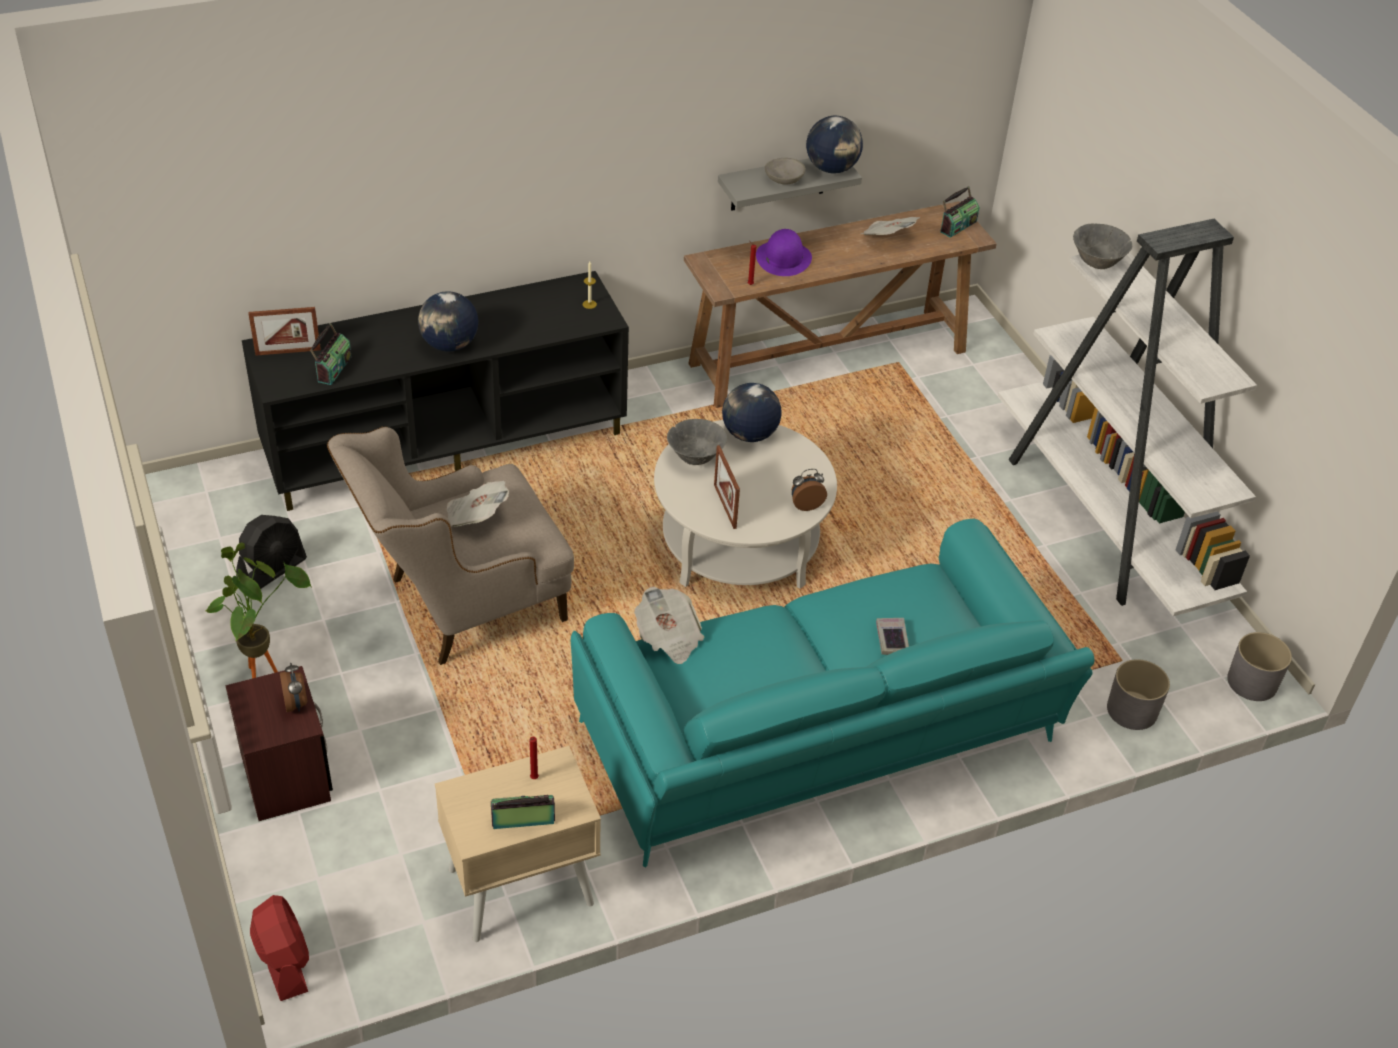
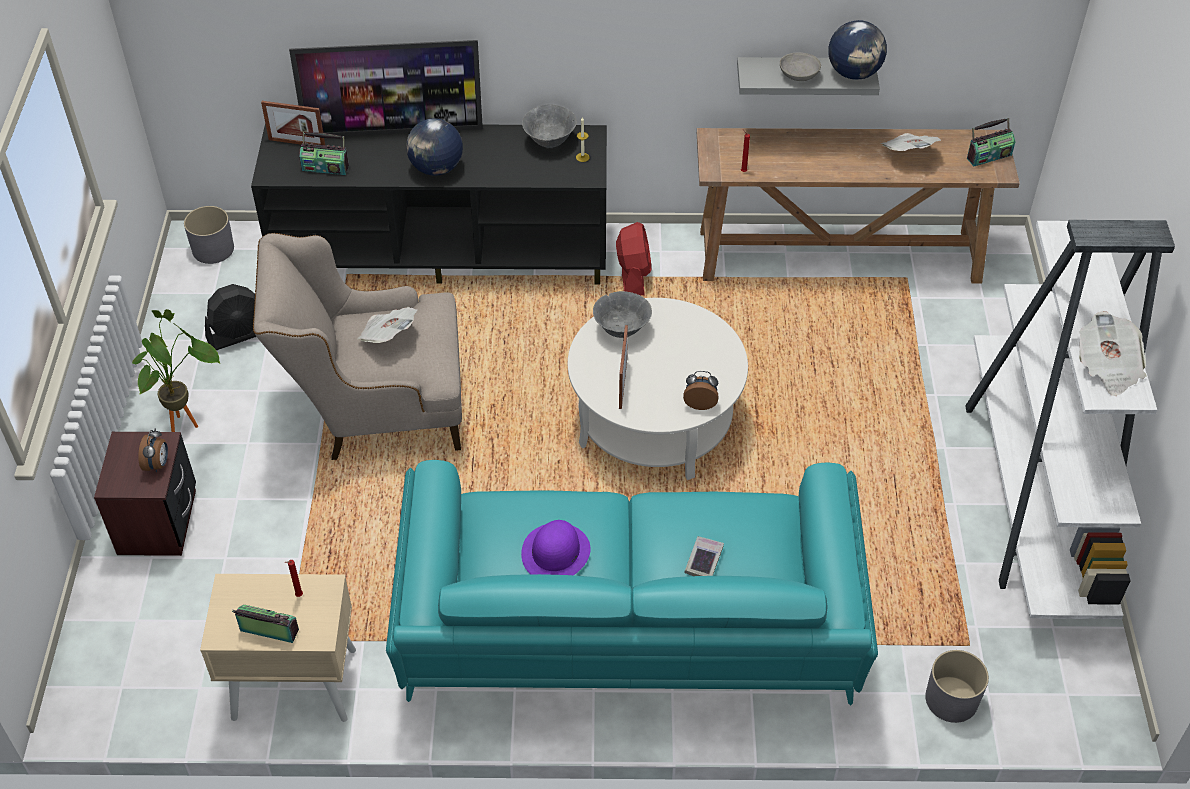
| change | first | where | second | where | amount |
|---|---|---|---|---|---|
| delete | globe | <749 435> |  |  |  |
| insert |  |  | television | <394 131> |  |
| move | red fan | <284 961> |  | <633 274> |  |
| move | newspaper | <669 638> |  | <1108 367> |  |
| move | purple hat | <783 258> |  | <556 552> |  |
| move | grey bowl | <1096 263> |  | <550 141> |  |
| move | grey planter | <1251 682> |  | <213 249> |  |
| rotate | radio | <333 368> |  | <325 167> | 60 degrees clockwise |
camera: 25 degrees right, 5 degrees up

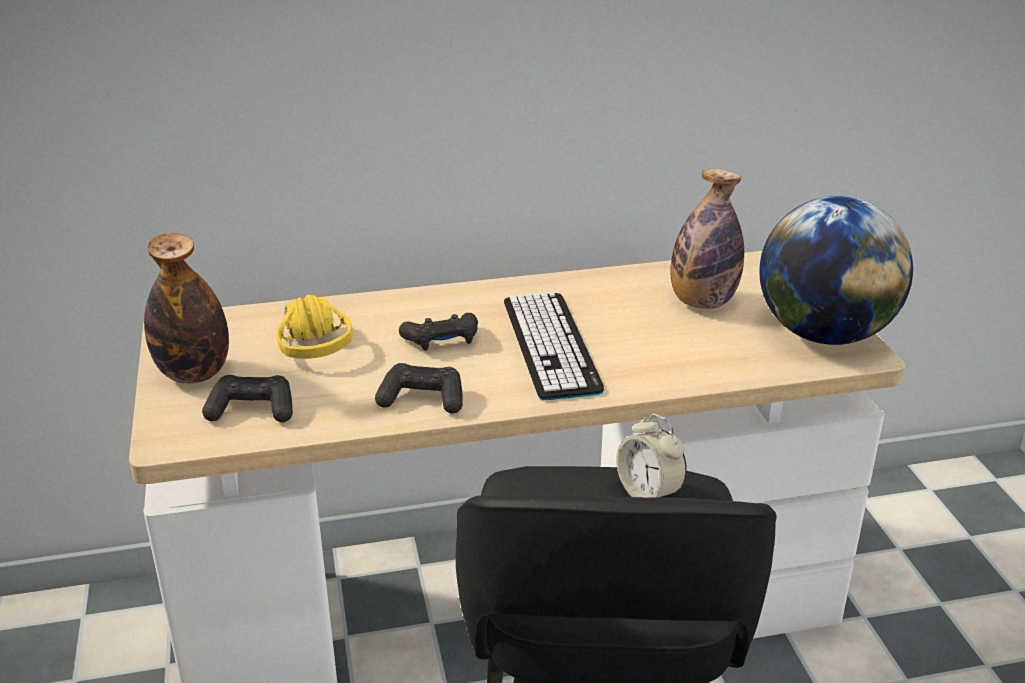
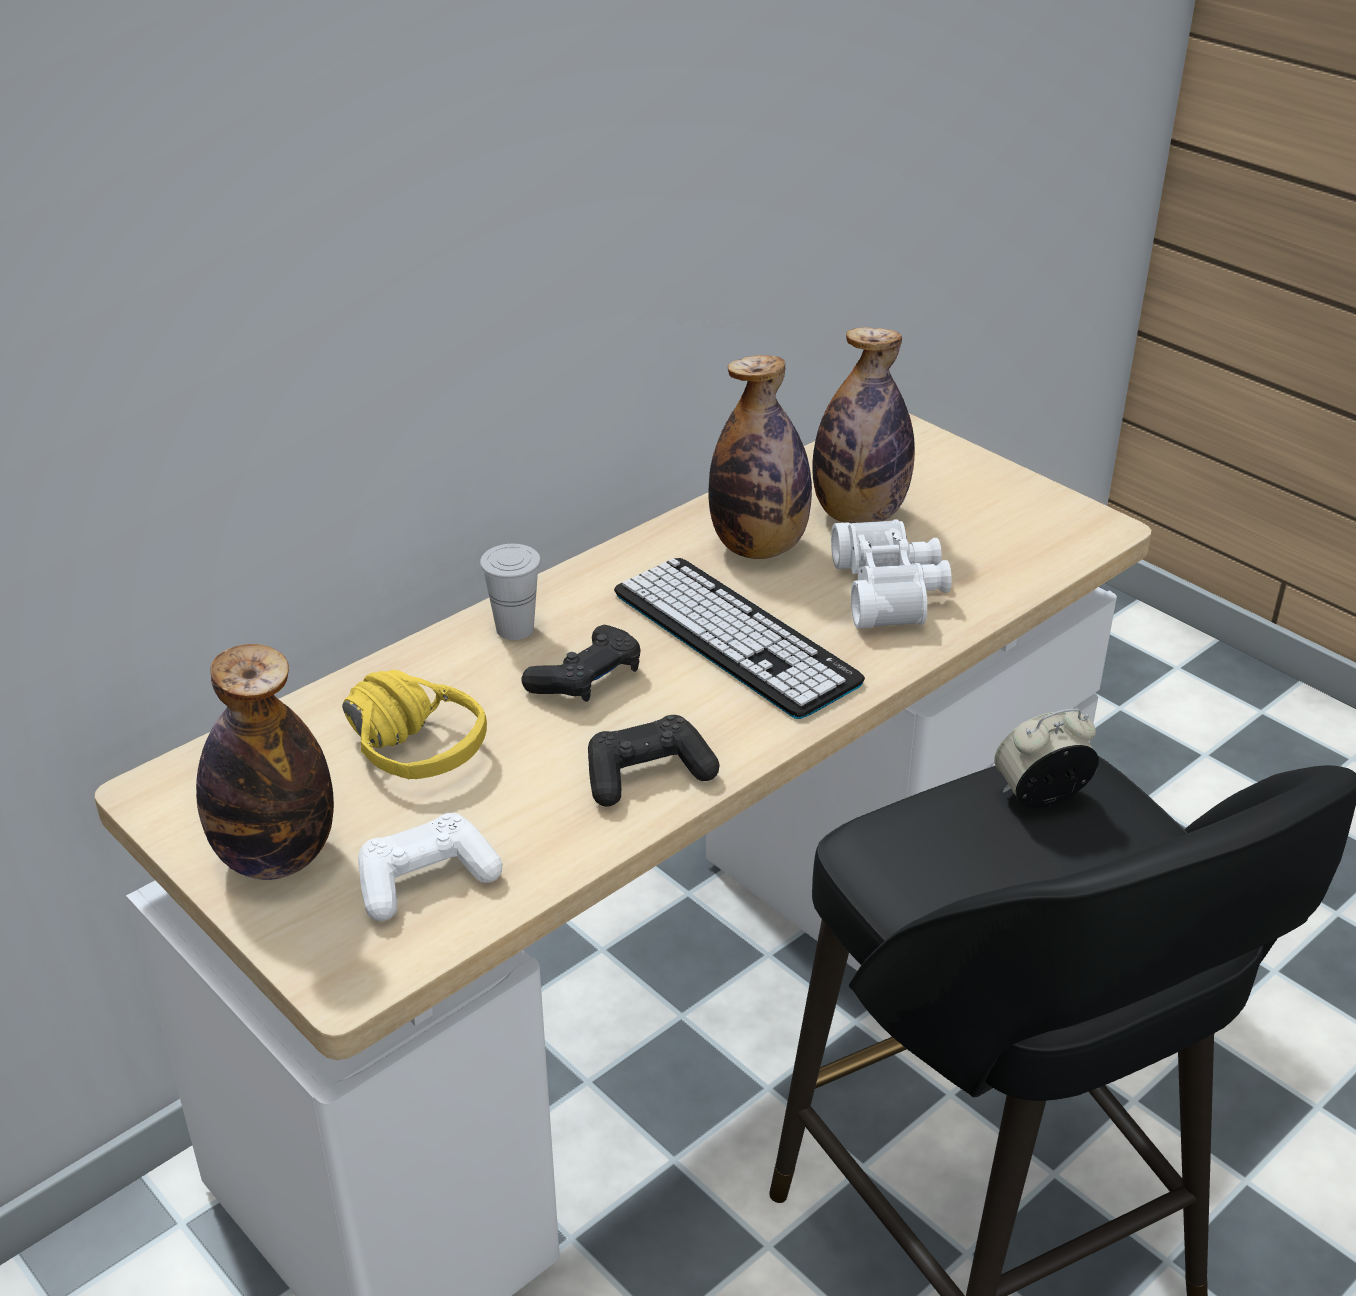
| change | first | where | second | where | amount |
|---|---|---|---|---|---|
| delete | globe | <824 334> |  |  |  |
| insert |  |  | white cup | <515 629> |  |
| insert |  |  | bottle | <759 547> |  |
| insert |  |  | white binoculars | <892 591> |  |
| recolor | black game controller | <252 410> | white game controller | <426 880> |  |
| rotate | alarm clock | <649 493> |  | <1040 797> | 135 degrees clockwise |
camera: 30 degrees left, 5 degrees up

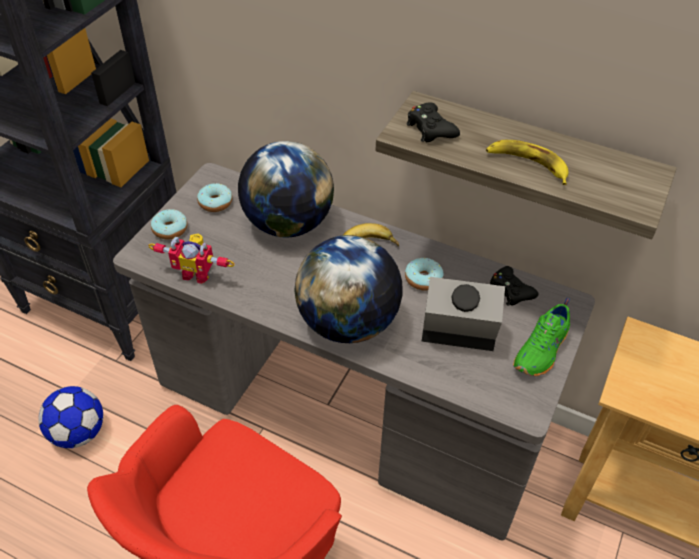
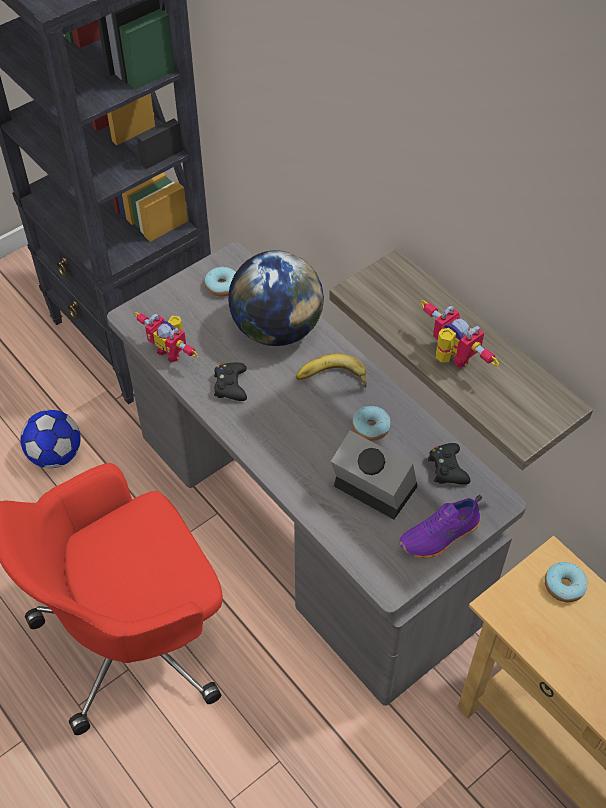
| change | first | where | second | where | amount |
|---|---|---|---|---|---|
| delete | globe | <348 323> |  |  |  |
| move | donut | <170 229> |  | <564 586> |  |
| move | black game controller | <430 129> |  | <230 385> |  |
| replace | banana | <527 164> | toy robot | <449 359> |  |
| recolor | green shoe | <542 350> | purple shoe | <440 536> |  |
camera: 25 degrees right, 5 degrees up

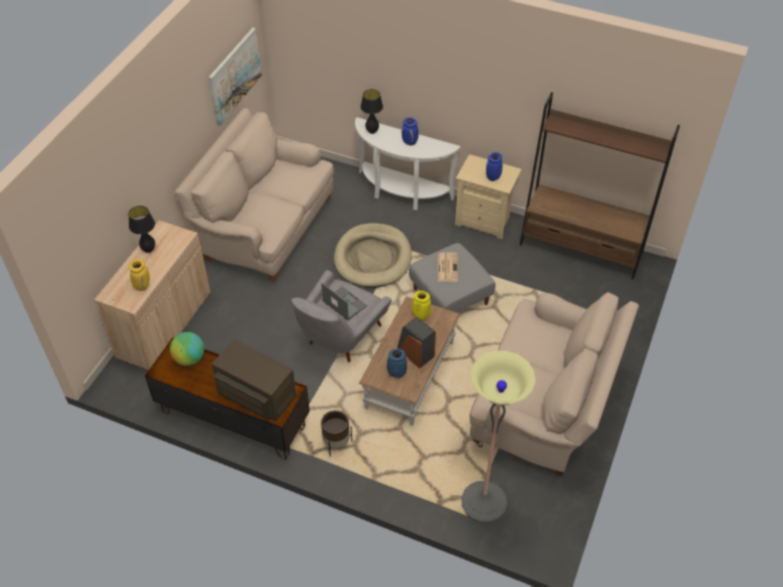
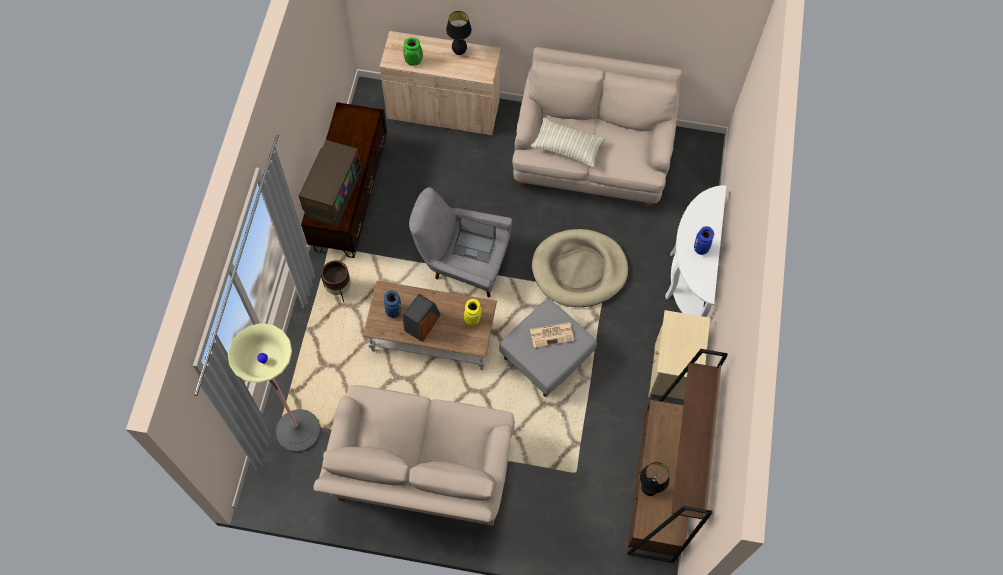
| change | first | where | second | where | amount |
|---|---|---|---|---|---|
| delete | globe | <189 359> |  |  |  |
| delete | picture | <234 76> |  |  |  |
| delete | blue vase | <493 178> |  |  |  |
| insert |  |  | pillow | <567 147> |  |
| move | black table lamp | <372 131> |  | <648 489> |  |
| recolor | yellow vase | <142 286> | green vase | <414 61> |  |
| rotate | laptop | <344 303> |  | <474 246> | 75 degrees clockwise |
camera: 75 degrees right, 15 degrees up

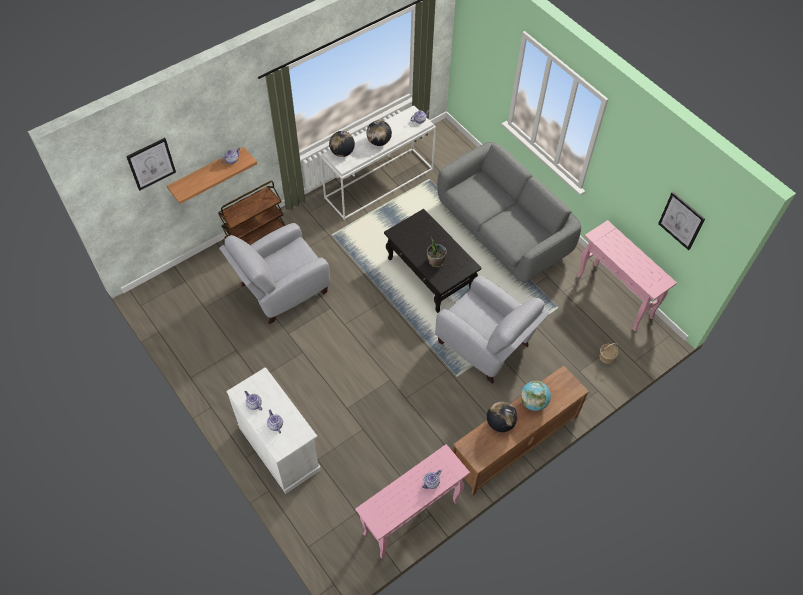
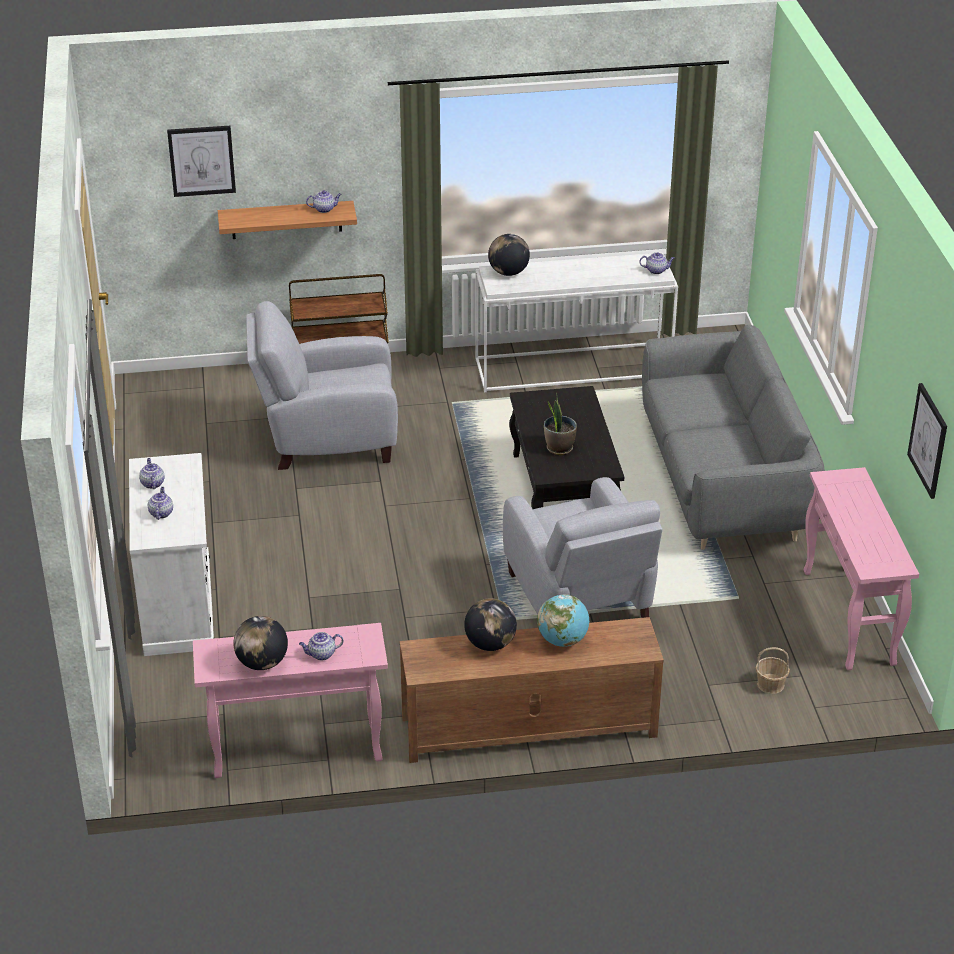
| change | first | where | second | where | amount |
|---|---|---|---|---|---|
| move | globe | <379 142> |  | <262 663> |  |
camera: 30 degrees right, 20 degrees down

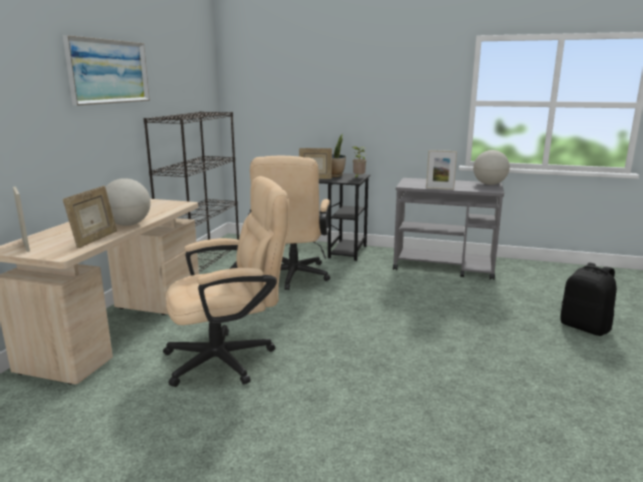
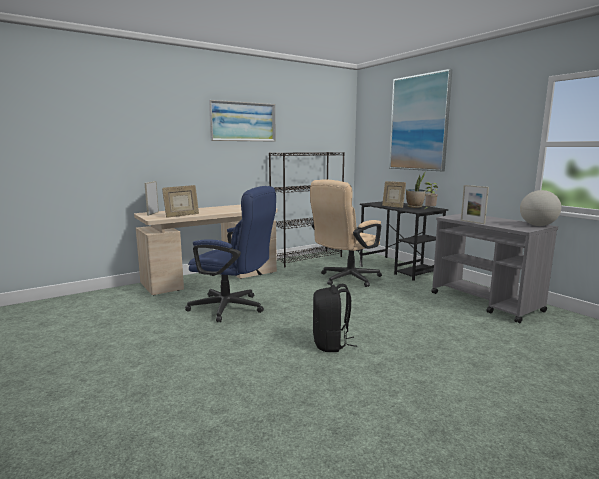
| change | first | where | second | where | amount |
|---|---|---|---|---|---|
| delete | globe | <128 224> |  |  |  |
| insert |  |  | picture | <419 123> |  |
| move | black backpack | <585 327> |  | <331 344> |  |
| recolor | beige office chair | <230 358> | blue office chair | <233 308> |  |
camera: 40 degrees right, 5 degrees down

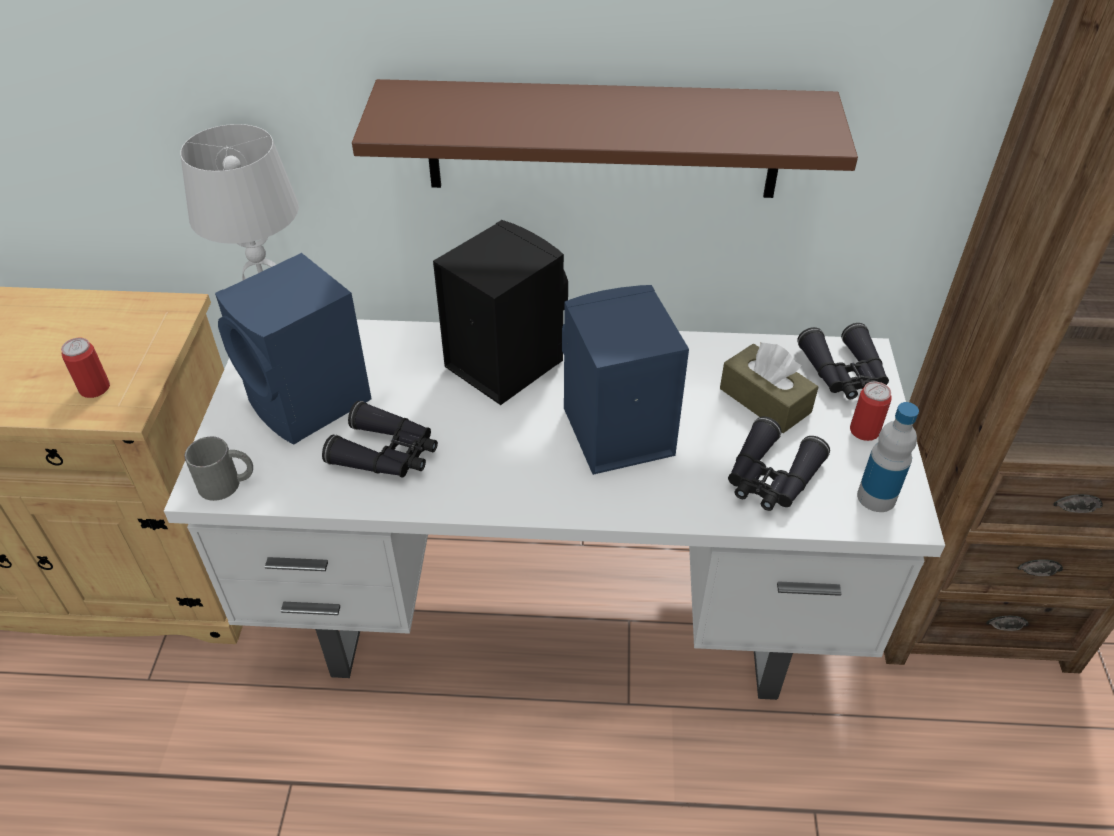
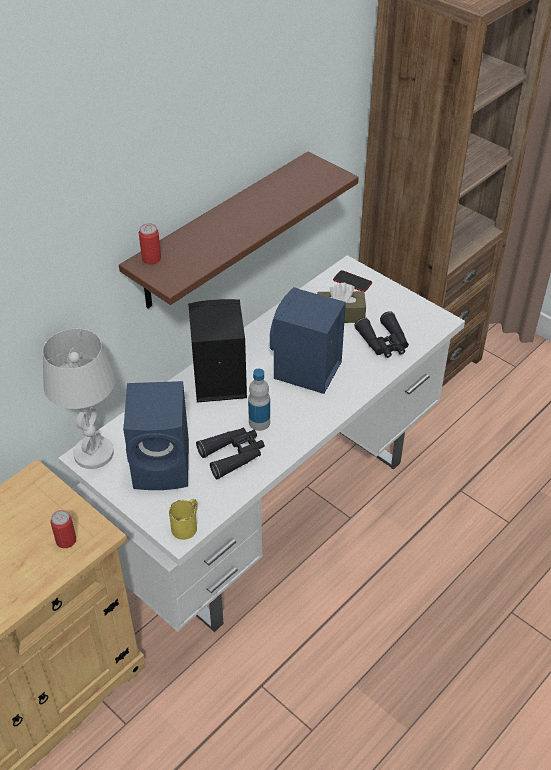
| change | first | where | second | where | amount |
|---|---|---|---|---|---|
| move | can | <864 431> |  | <151 259> |  |
| move | bottle | <876 497> |  | <259 422> |  |
| replace | black binoculars | <844 374> | phone | <352 282> |  |
| recolor | grey mug | <228 483> | yellow mug | <187 525> |  |
camera: 50 degrees left, 0 degrees up

